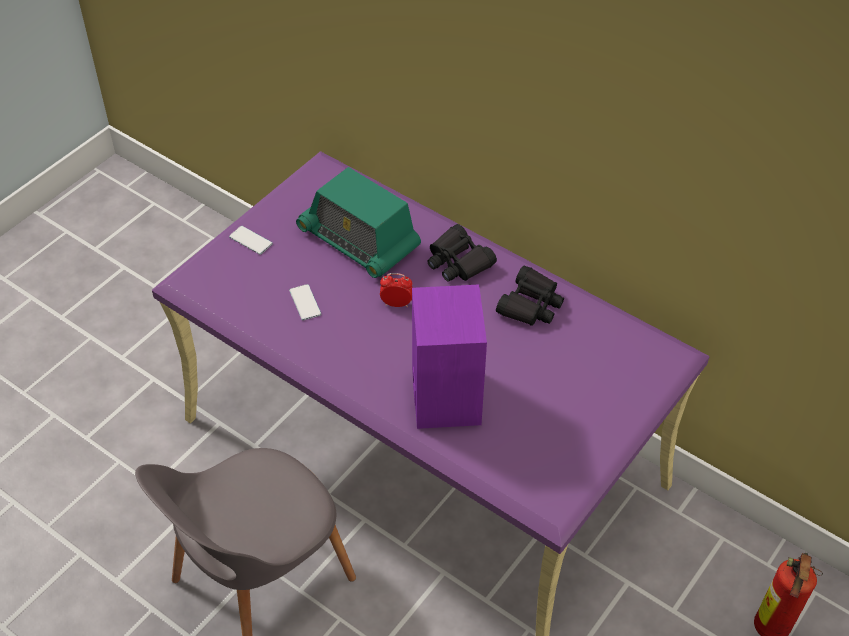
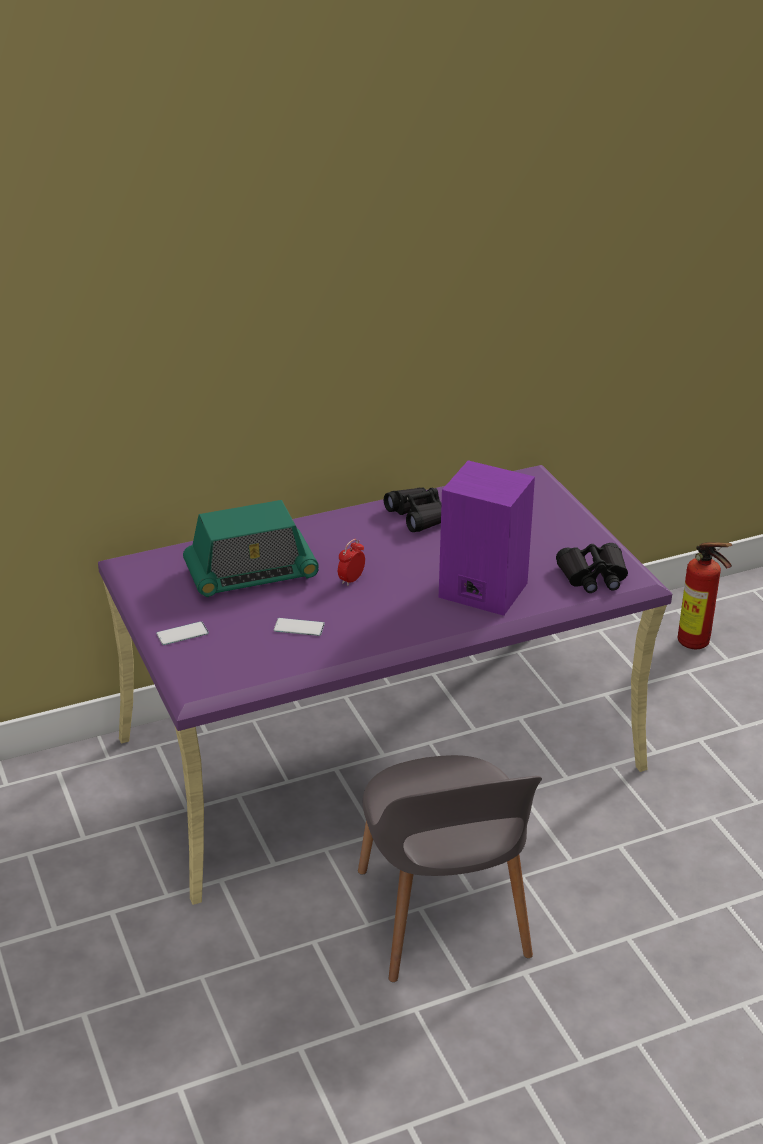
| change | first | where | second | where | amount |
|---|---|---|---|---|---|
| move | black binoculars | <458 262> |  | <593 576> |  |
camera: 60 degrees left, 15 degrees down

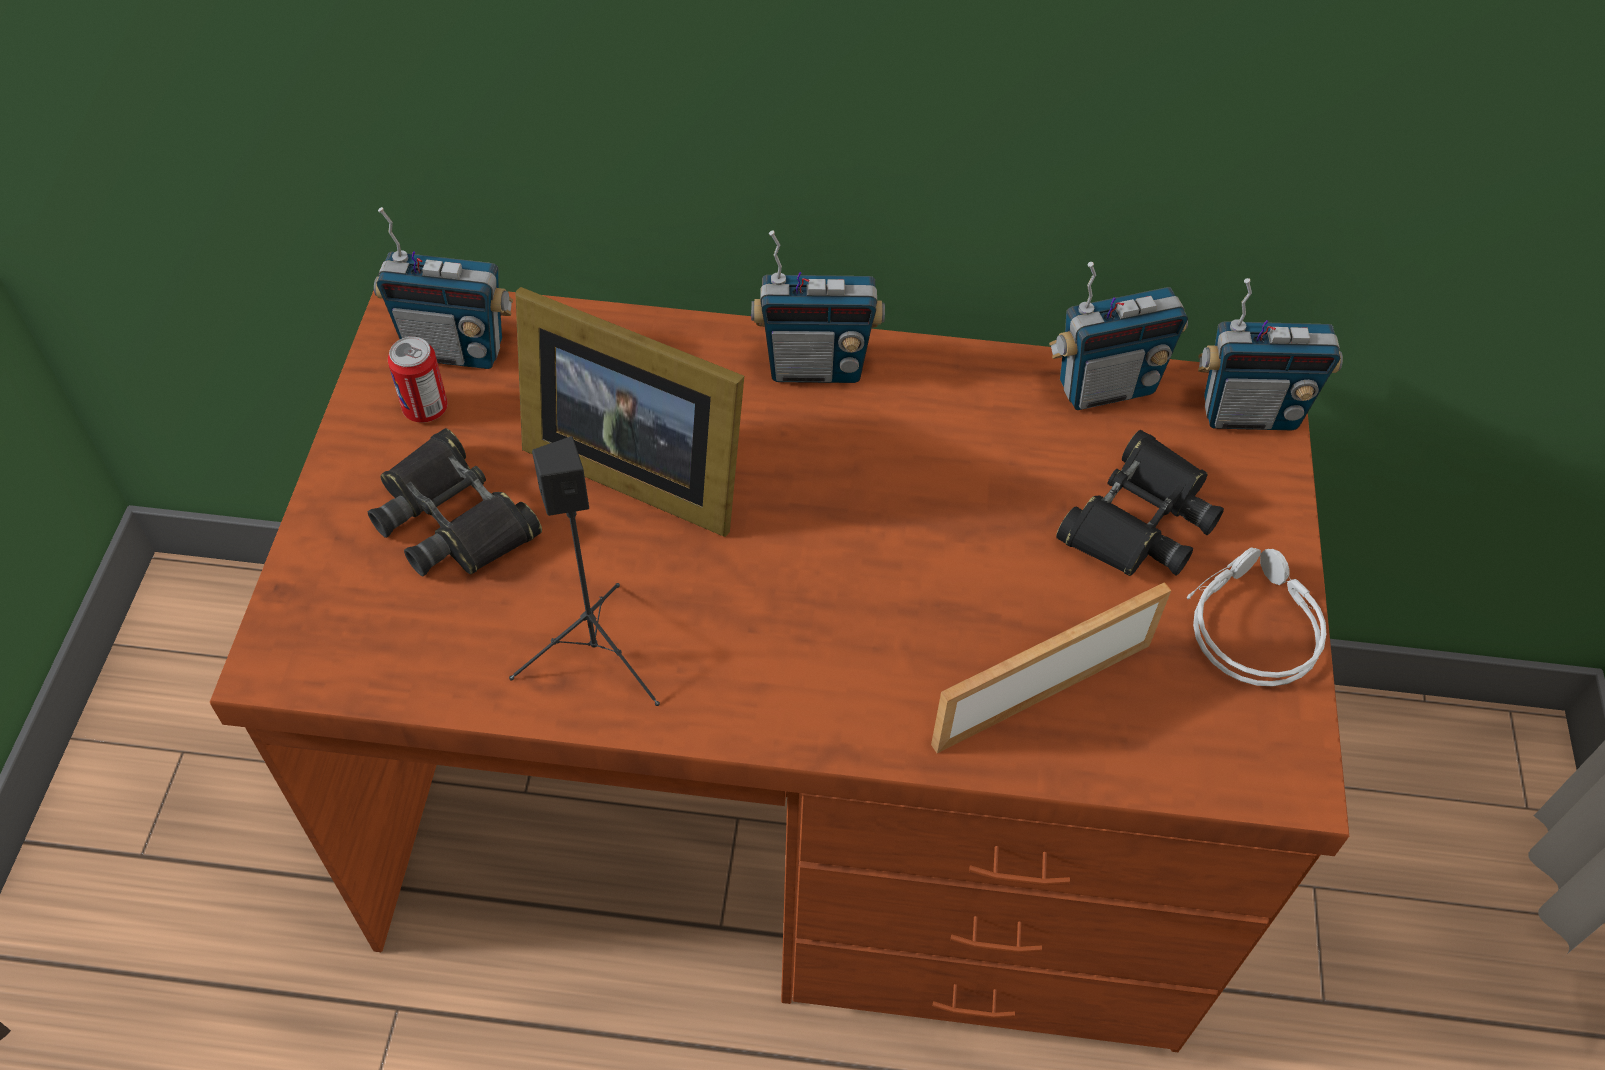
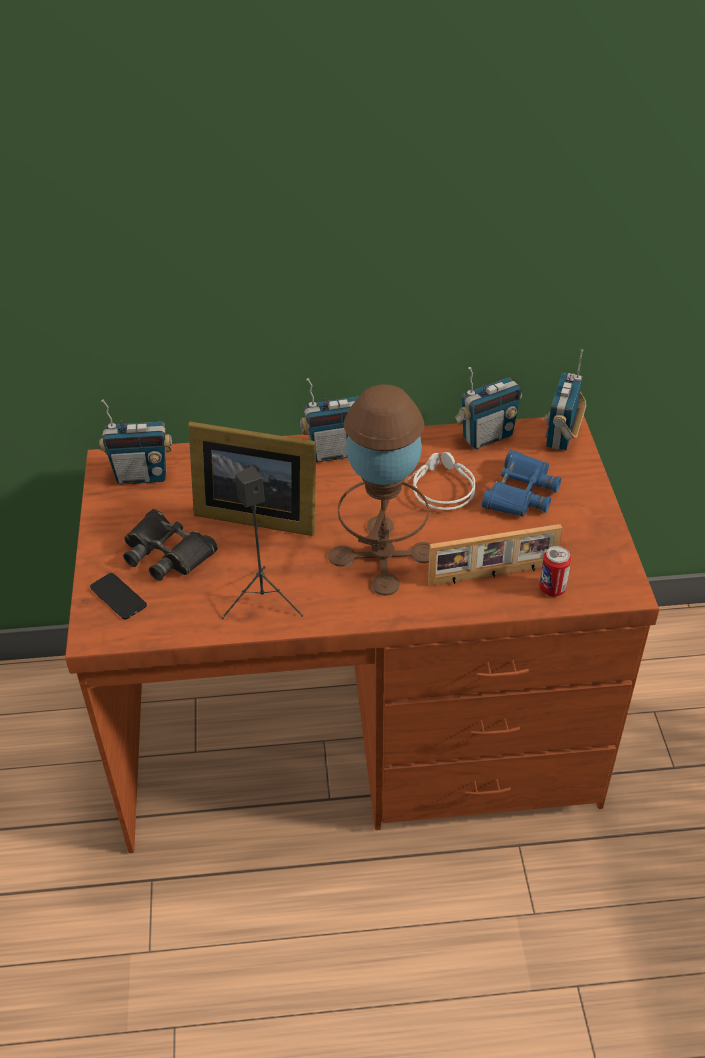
| change | first | where | second | where | amount |
|---|---|---|---|---|---|
| insert |  |  | phone | <118 596> |  |
| insert |  |  | brown table lamp | <382 555> |  |
| move | can | <425 409> |  | <552 589> |  |
| move | grey headphones | <1249 623> |  | <440 487> |  |
| recolor | black binoculars | <1139 519> | blue binoculars | <520 492> |  |
| rotate | picture frame | <1040 691> |  | <493 575> | 150 degrees counterclockwise |
| rotate | radio | <1249 413> |  | <561 436> | 120 degrees clockwise |
camera: 10 degrees left, 10 degrees down

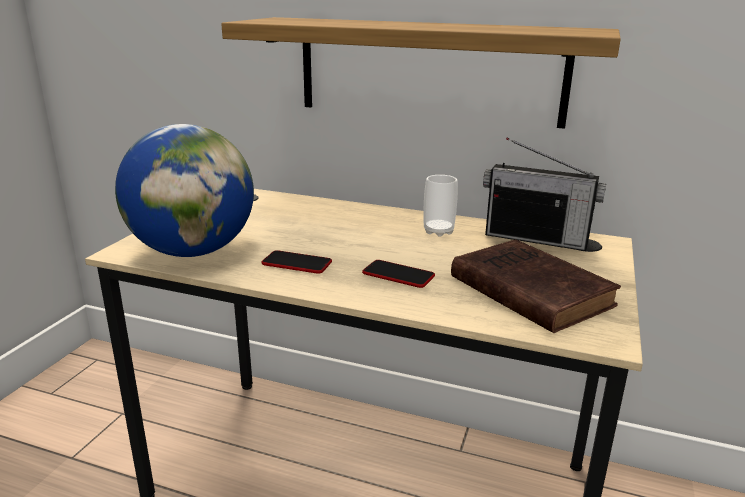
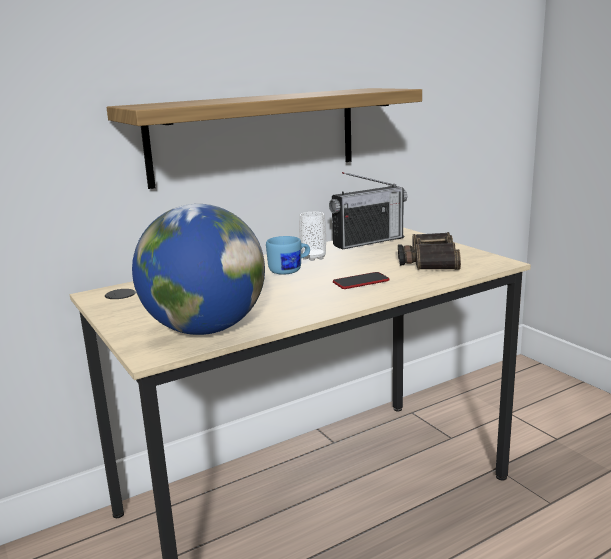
| change | first | where | second | where | amount |
|---|---|---|---|---|---|
| delete | phone | <297 263> |  |  |  |
| insert |  |  | blue mug | <290 270> |  |
| replace | brown book | <527 290> | binoculars | <428 261> |  |
camera: 50 degrees left, 5 degrees down

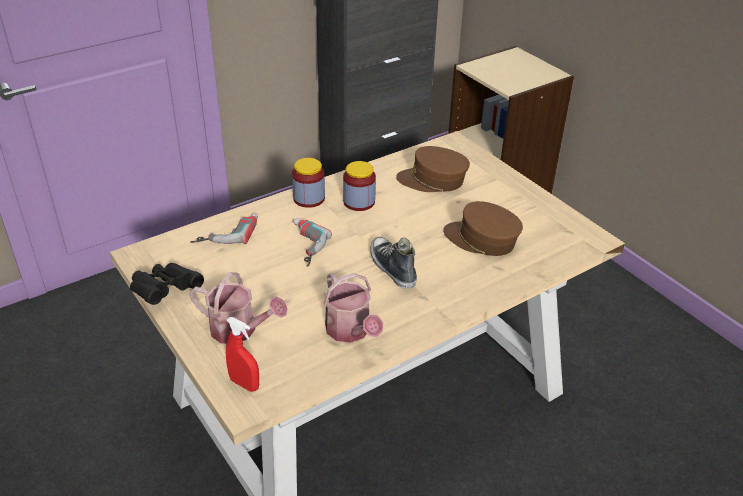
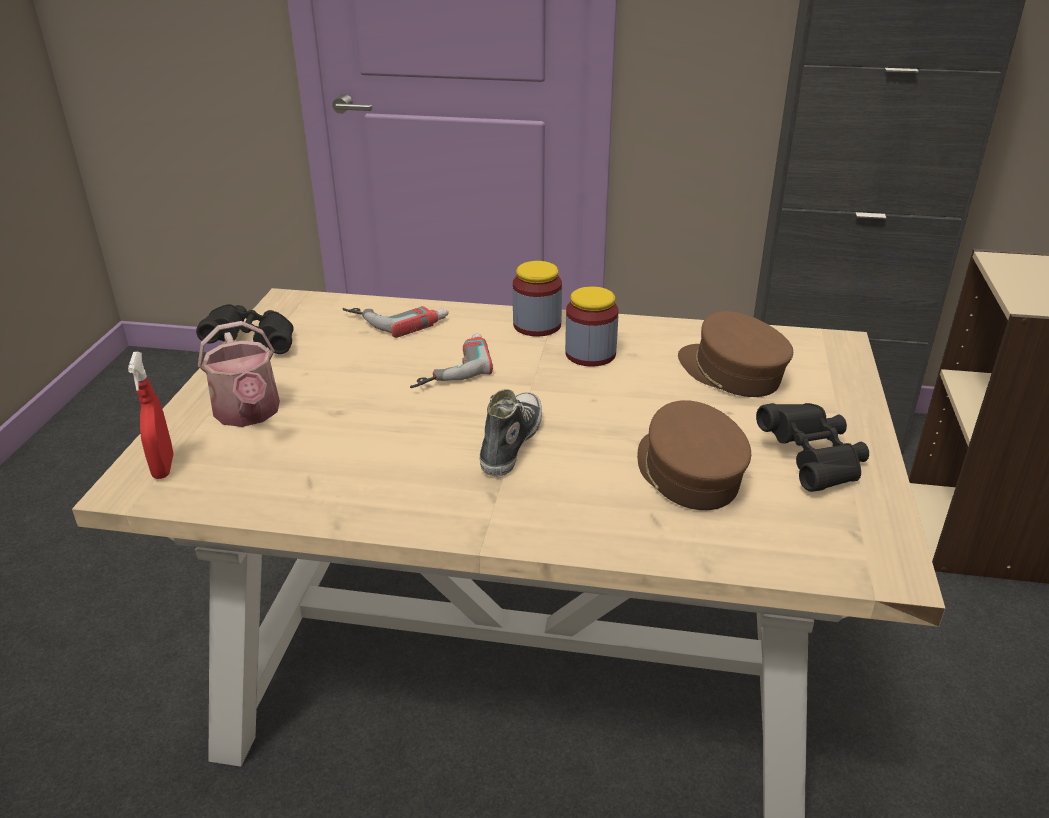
| change | first | where | second | where | amount |
|---|---|---|---|---|---|
| delete | watering can | <351 331> |  |  |  |
| insert |  |  | black binoculars | <813 461> |  |
camera: 45 degrees right, 5 degrees down

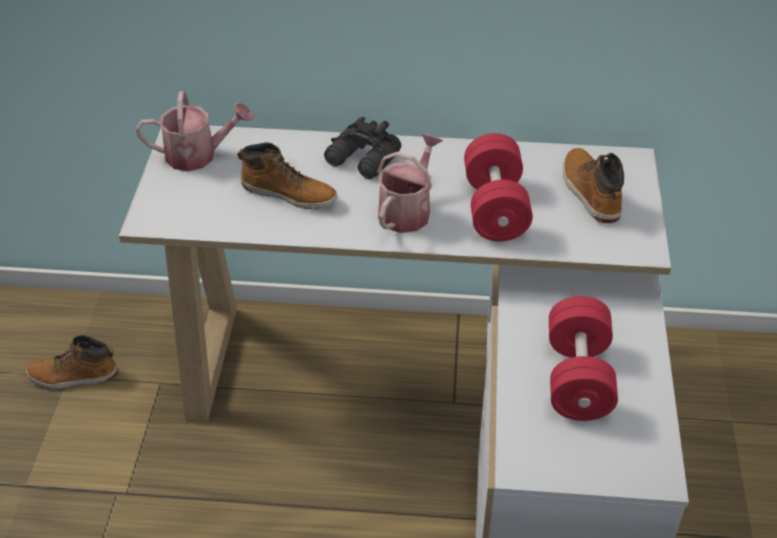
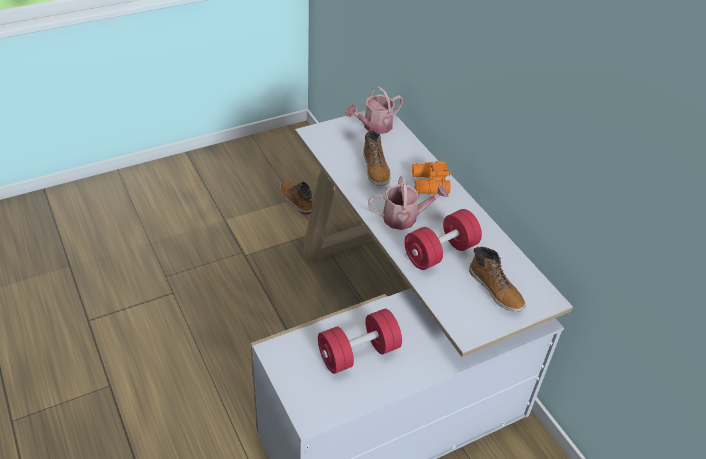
| change | first | where | second | where | amount |
|---|---|---|---|---|---|
| recolor | black binoculars | <363 160> | orange binoculars | <429 184> |  |
| rotate | watering can | <198 155> |  | <374 127> | 90 degrees clockwise |
| rotate | boot | <589 192> |  | <496 289> | 105 degrees clockwise |
camera: 55 degrees right, 0 degrees up

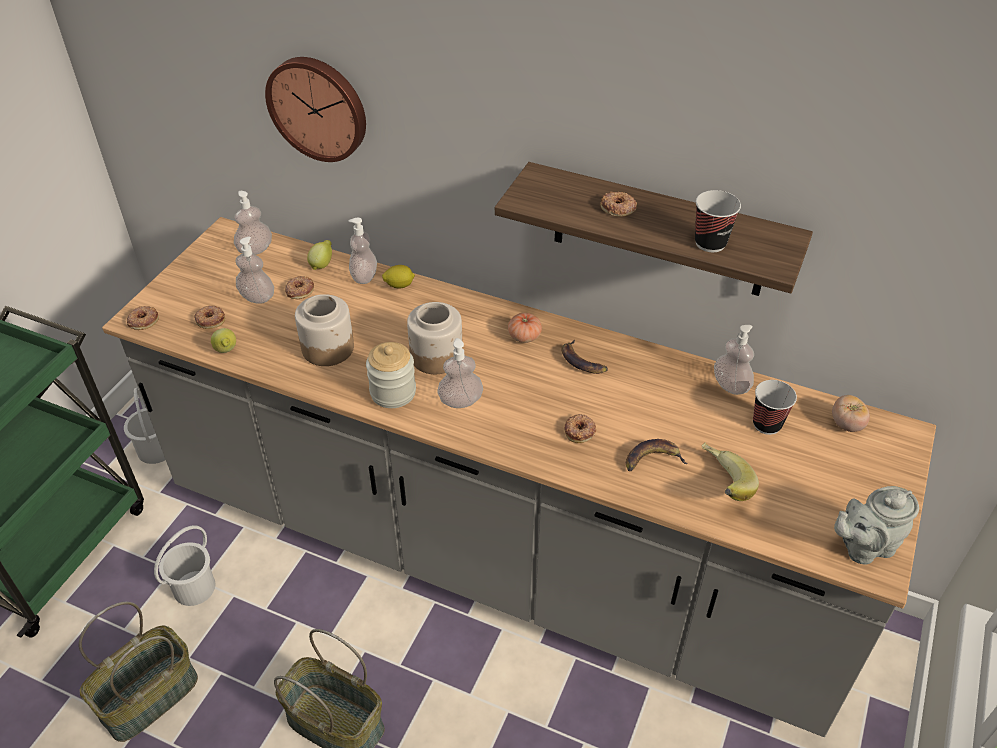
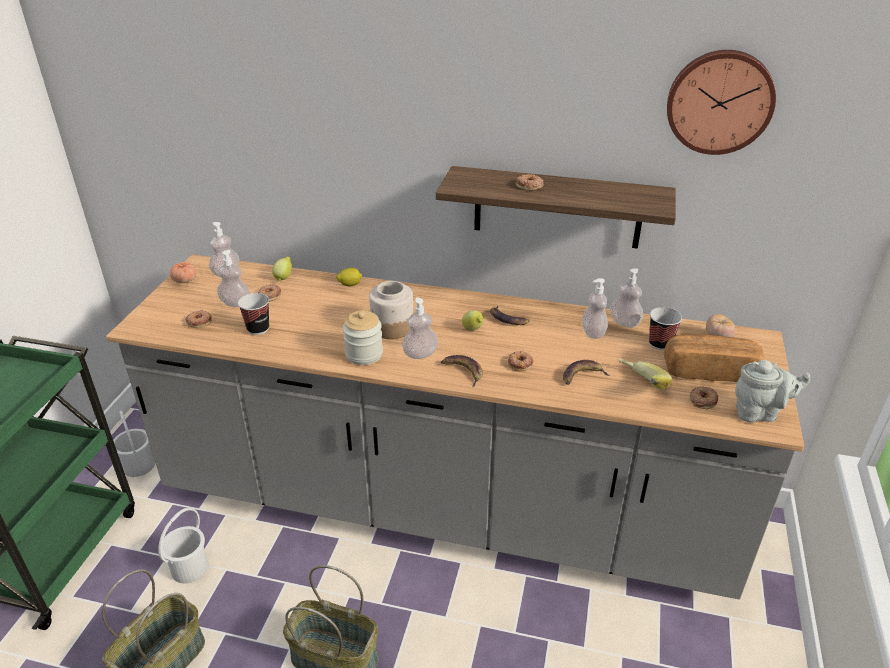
| change | first | where | second | where | amount |
|---|---|---|---|---|---|
| delete | jar | <328 348> |  |  |  |
| insert |  |  | banana | <463 371> |  |
| insert |  |  | bread | <709 371> |  |
| move | donut | <143 320> |  | <702 400> |  |
| move | lemon | <226 351> |  | <473 330> |  |
| move | wall clock | <319 107> |  | <719 101> |  |
| move | soap dispenser | <364 276> |  | <593 332> |  |
| move | tomato | <524 336> |  | <185 280> |  |
| move | cup | <710 243> |  | <258 329> |  |
| rotate | grey teapot | <863 546> |  | <759 413> | 150 degrees counterclockwise |
camera: 10 degrees left, 10 degrees down

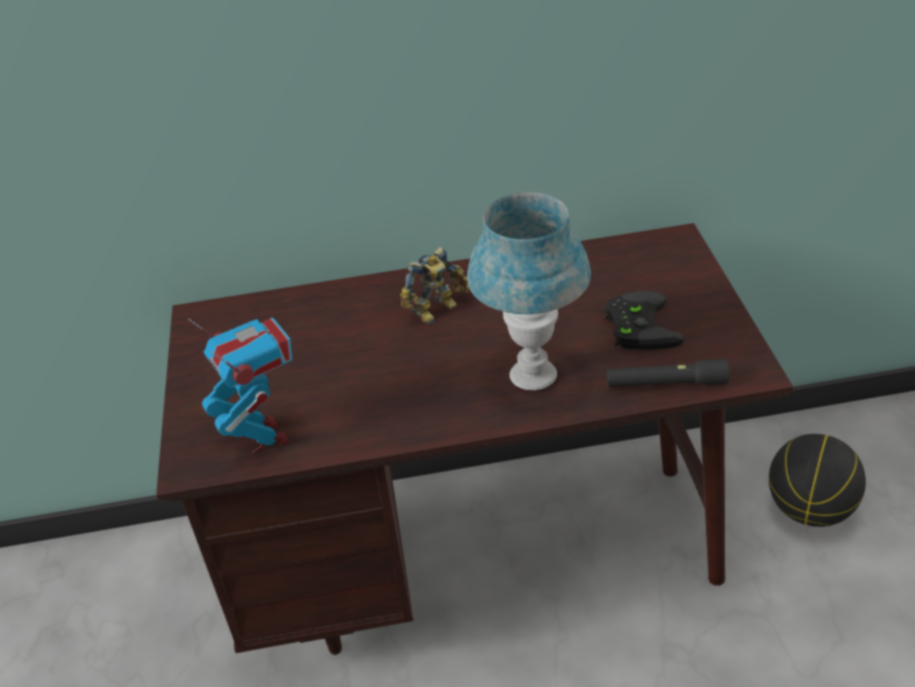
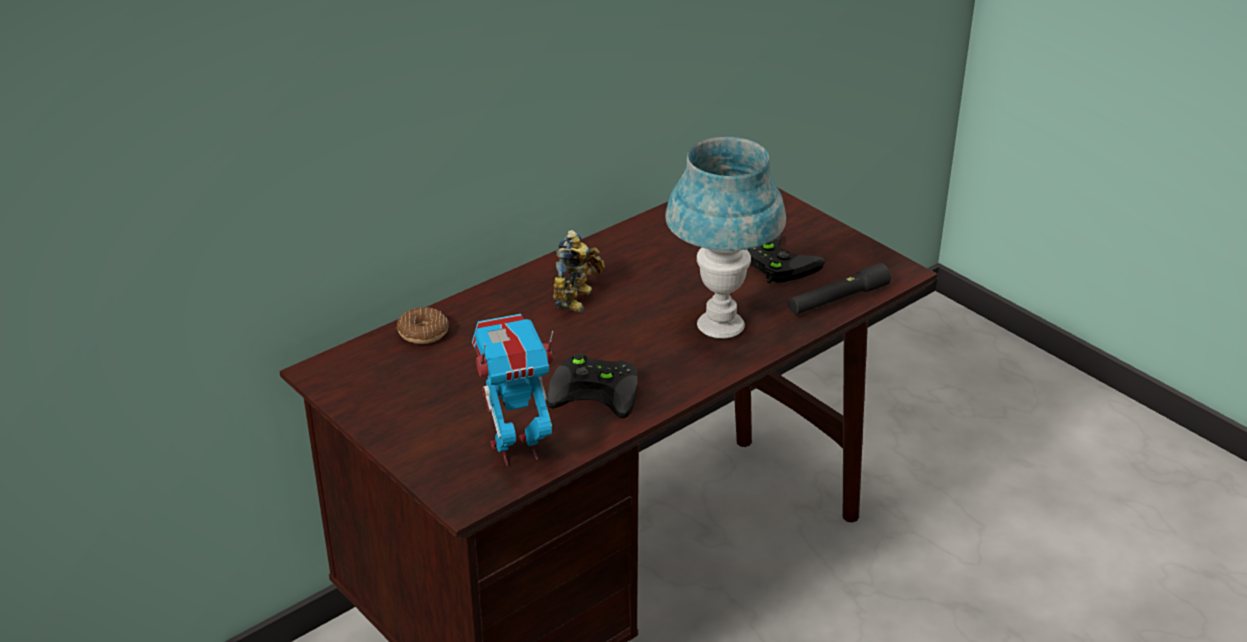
| change | first | where | second | where | amount |
|---|---|---|---|---|---|
| delete | basketball | <811 510> |  |  |  |
| insert |  |  | donut | <423 333> |  |
| insert |  |  | black game controller | <598 390> |  |
| rotate | toy robot | <264 436> |  | <516 449> | 45 degrees counterclockwise |
camera: 35 degrees left, 5 degrees down

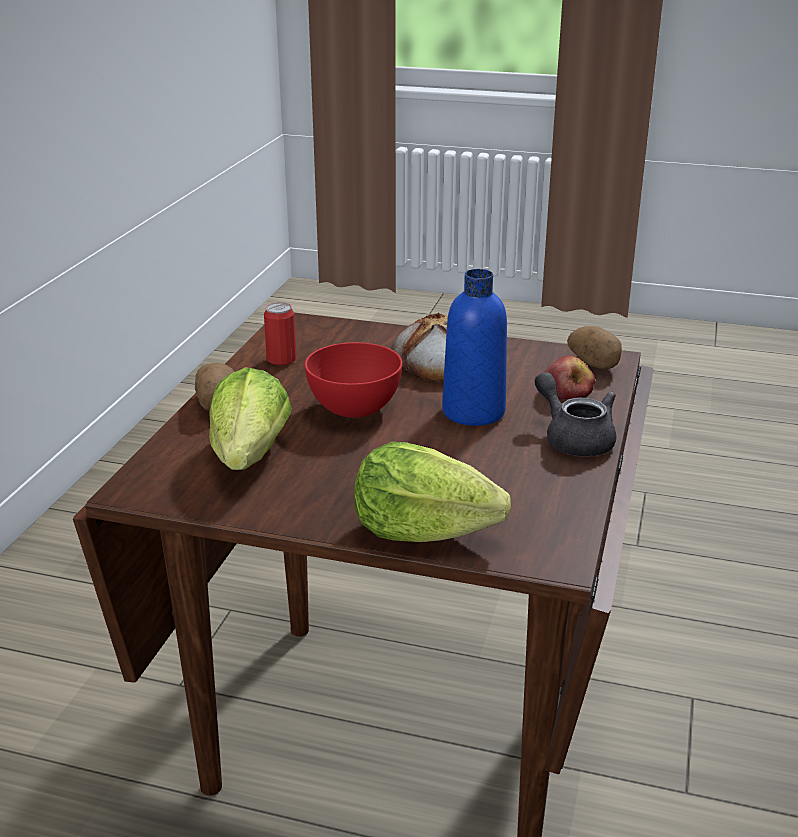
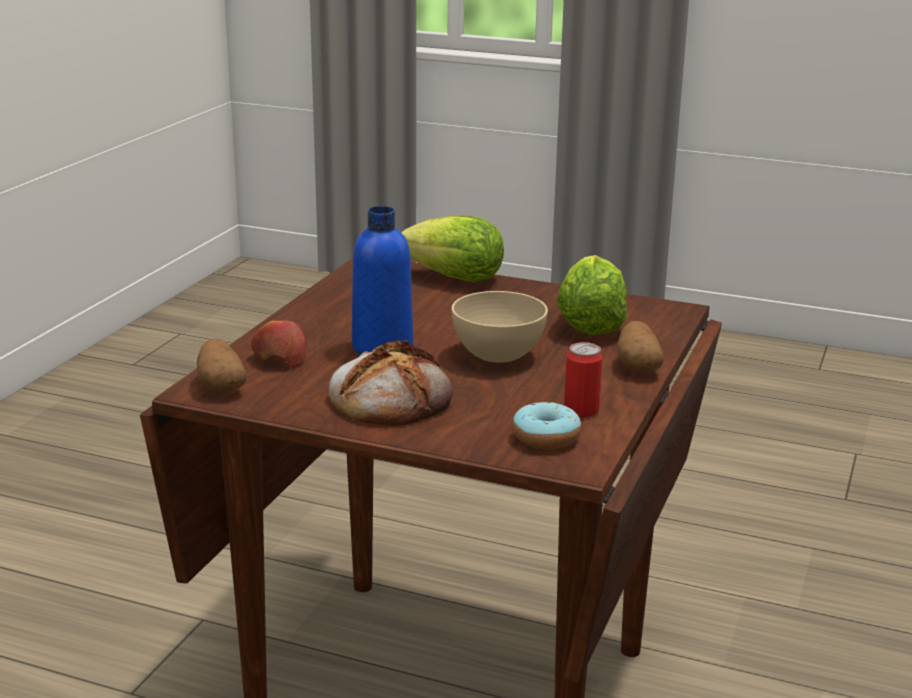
| change | first | where | second | where | amount |
|---|---|---|---|---|---|
| delete | grey teapot | <574 438> |  |  |  |
| insert |  |  | donut | <546 437> |  |
| recolor | red bowl | <355 409> | beige bowl | <497 355> |  |
camera: 175 degrees left, 5 degrees down

